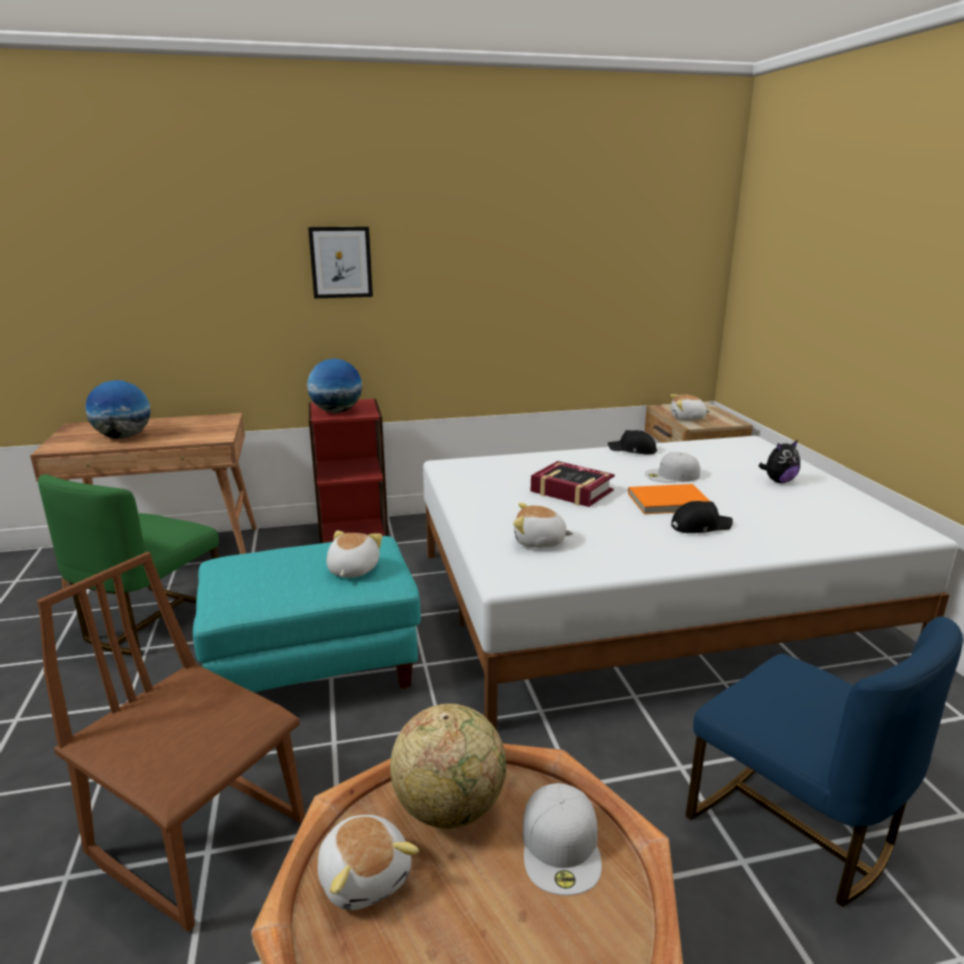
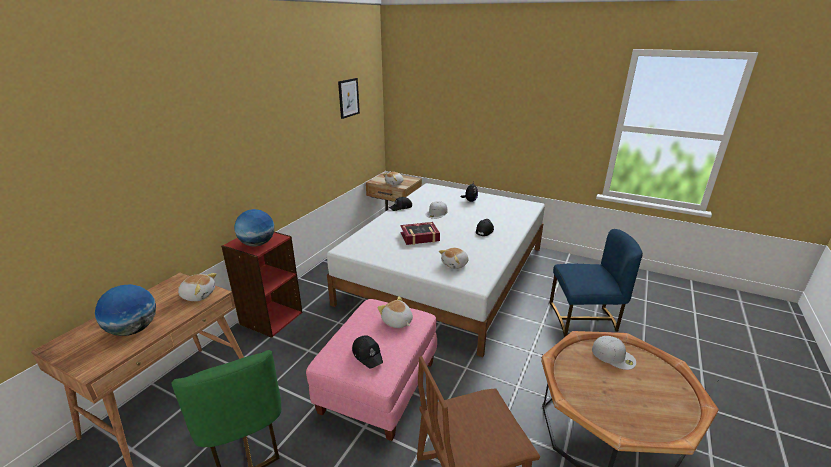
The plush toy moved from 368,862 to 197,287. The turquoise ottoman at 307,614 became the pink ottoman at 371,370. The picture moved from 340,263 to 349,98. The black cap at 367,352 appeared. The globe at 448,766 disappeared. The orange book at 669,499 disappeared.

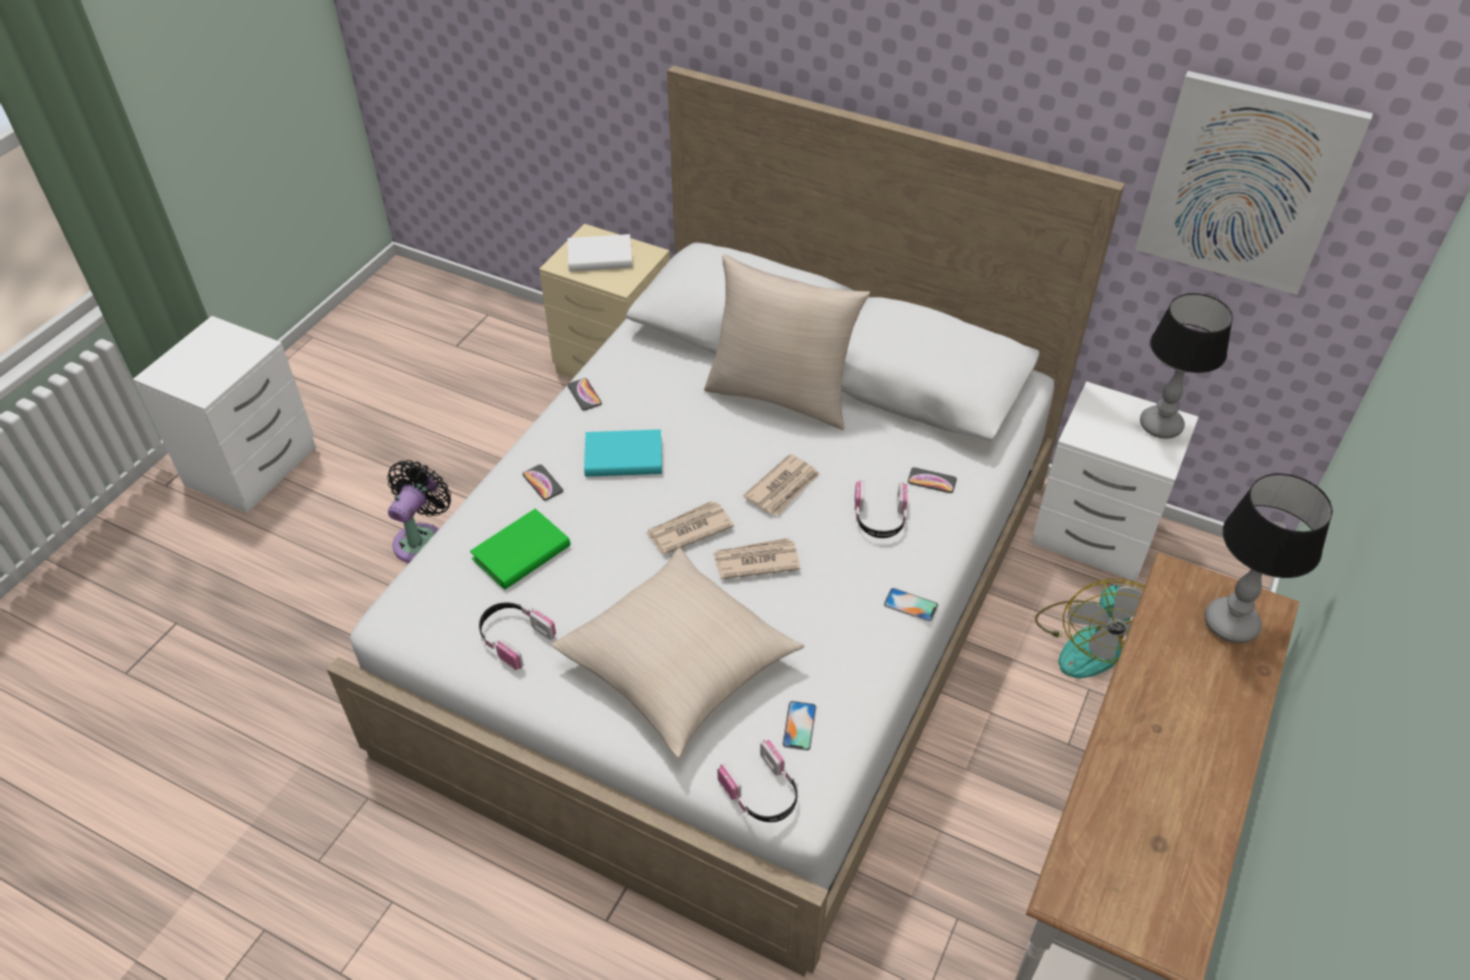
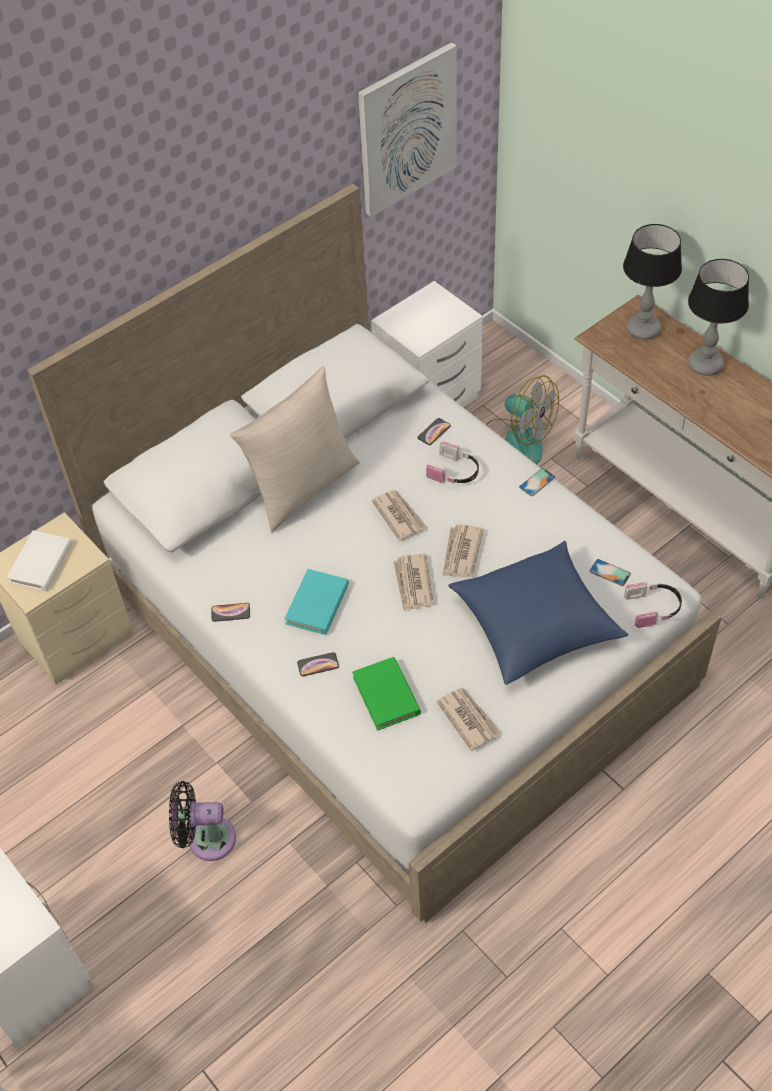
The black fan at 419,511 turned 45 degrees counterclockwise. The headphones at 517,636 was replaced by the newspaper at 468,719. The beige pillow at 678,653 became the blue pillow at 538,613. The table lamp moved from 1186,366 to 718,317.

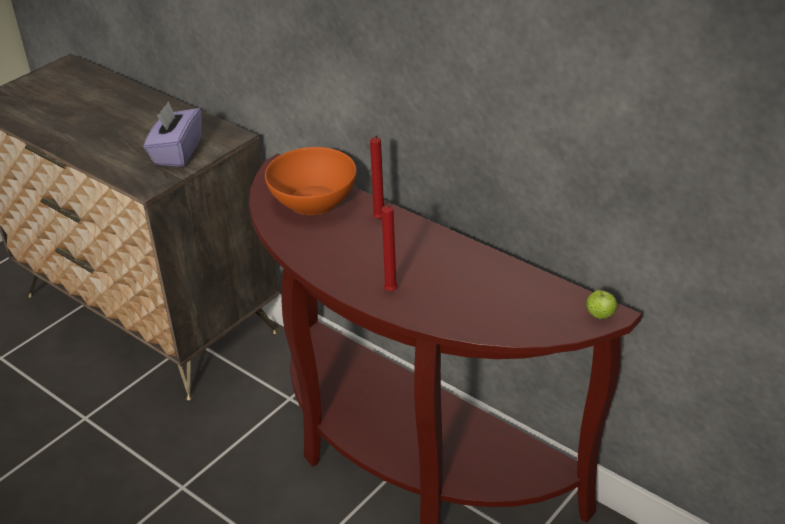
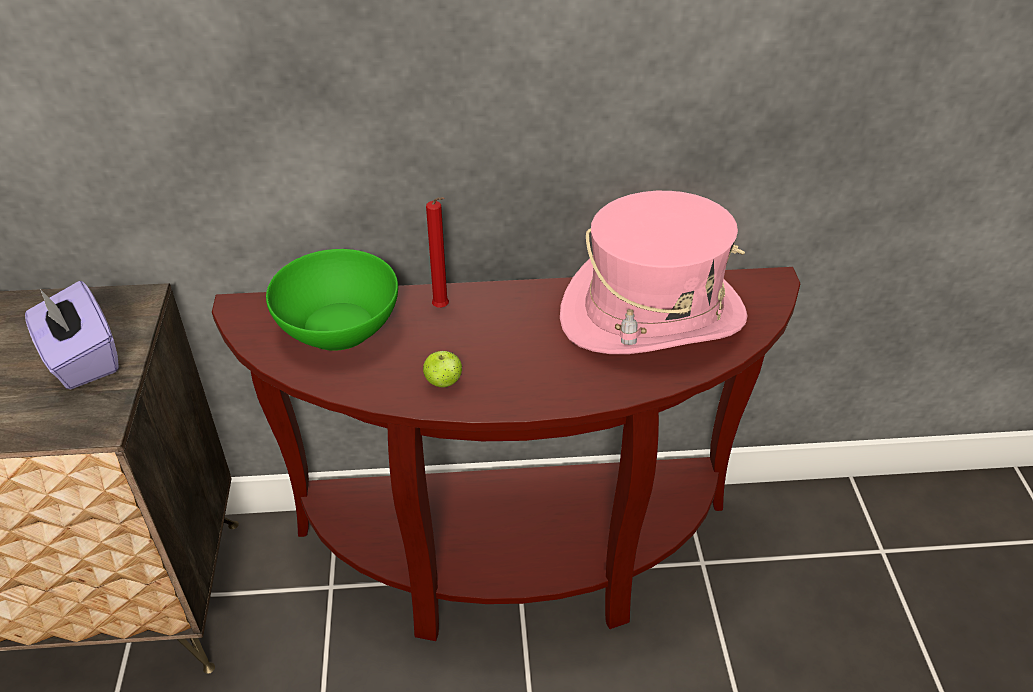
The orange bowl at 311,181 became the green bowl at 332,300. The apple moved from 601,304 to 442,369. The pink hat at 654,272 appeared. The red candle at 390,247 disappeared.

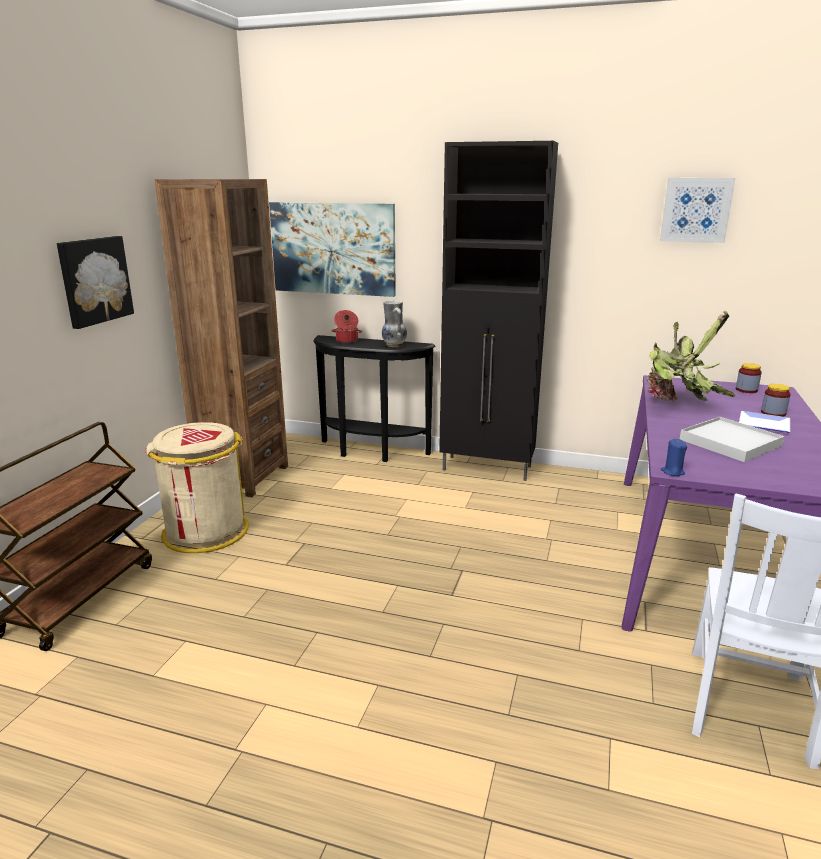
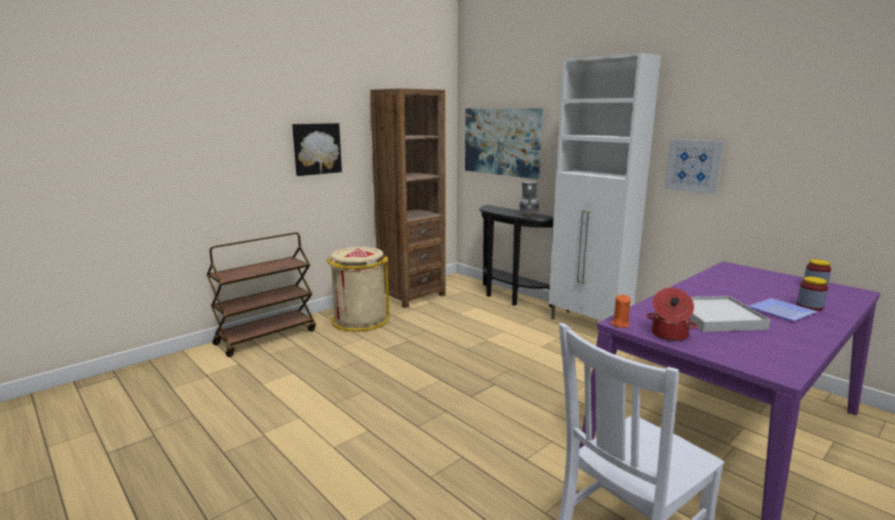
The black cabinet at 498,311 became the white cabinet at 605,187. The blue candle at 674,457 became the orange candle at 621,311. The cooking pot moved from 346,326 to 672,314. The picture moved from 697,210 to 694,166. The potted plant at 691,356 disappeared.

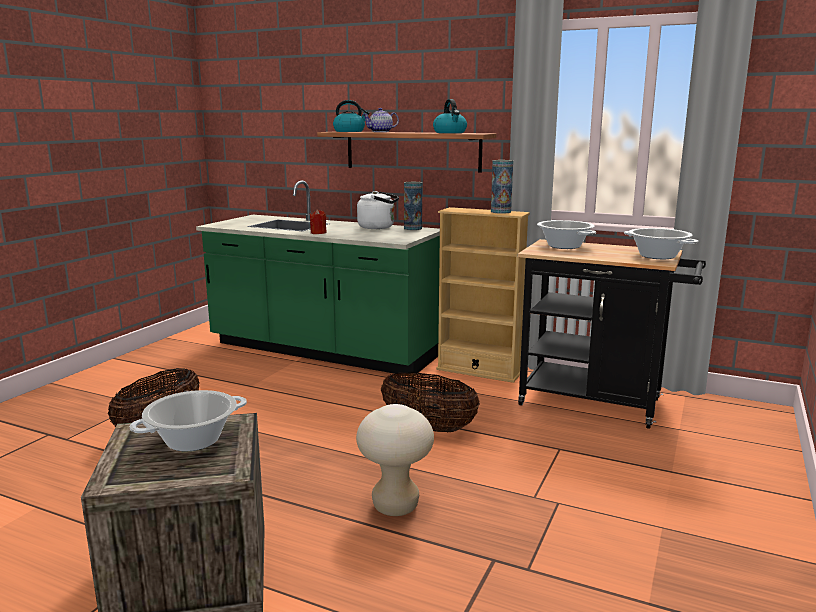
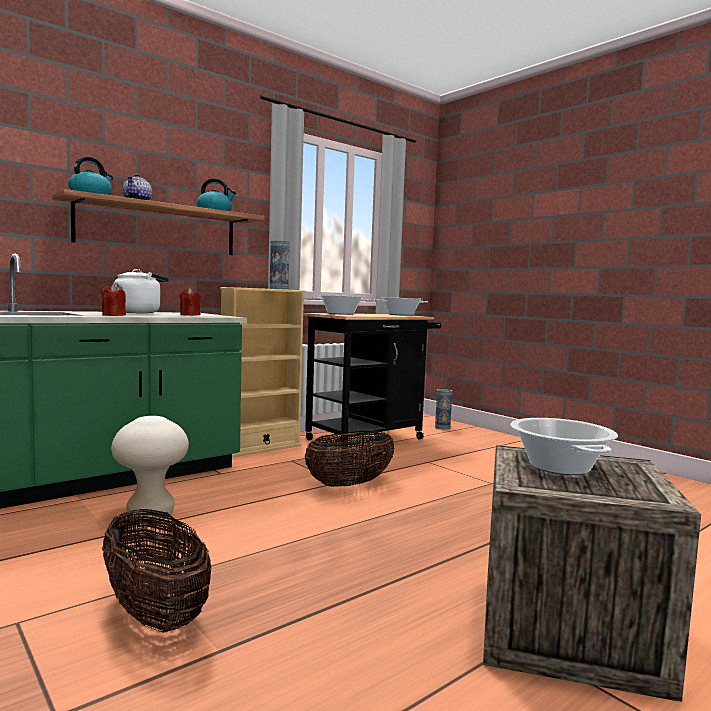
The beige stool moved from 395,460 to 150,468. The red candle at 190,302 appeared. The vase moved from 413,206 to 443,409.

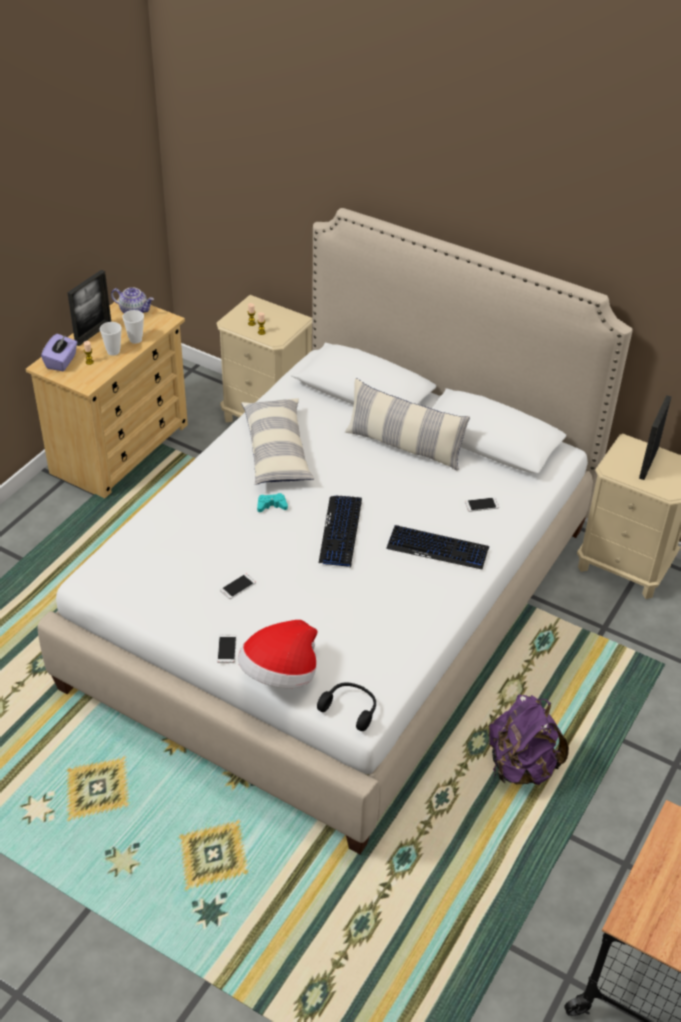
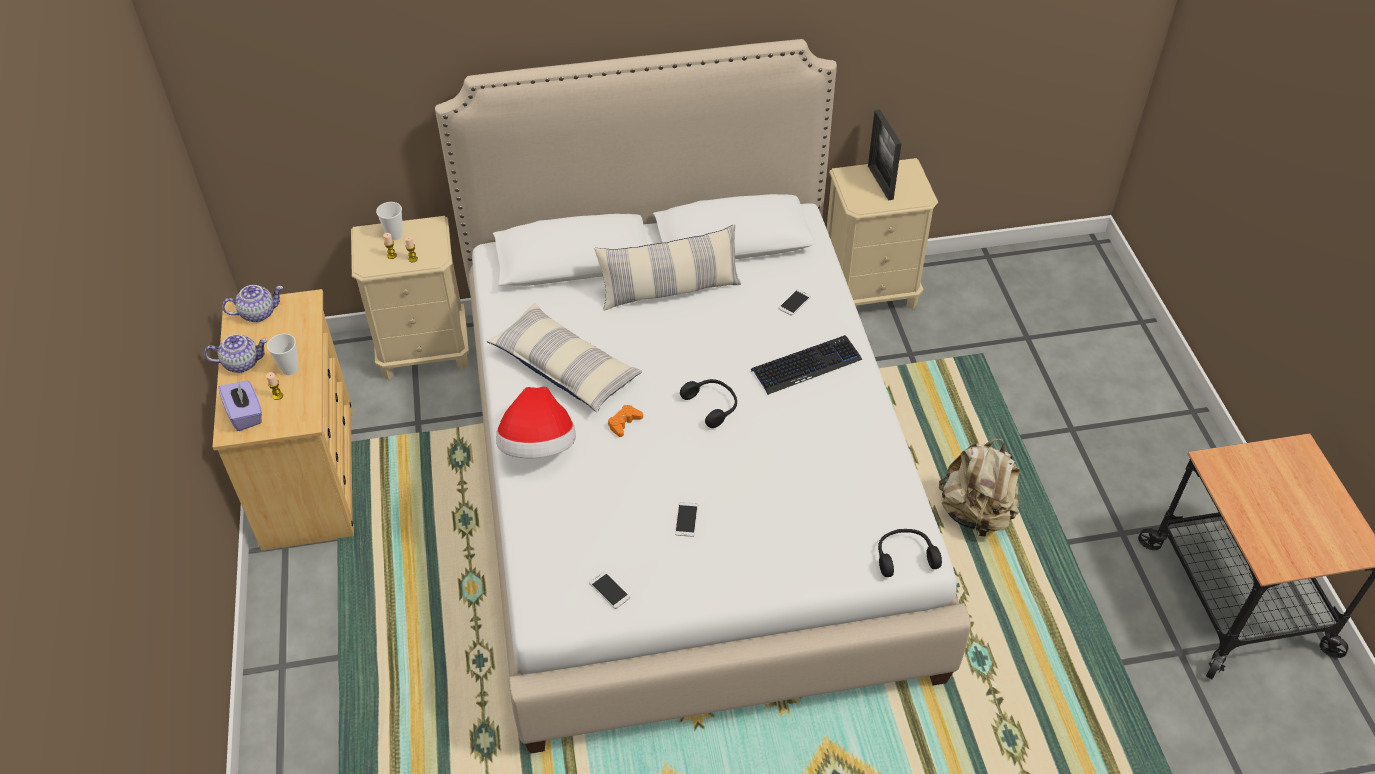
The picture frame at 89,308 was replaced by the teapot at 236,353. The cup moved from 133,327 to 389,221. The hat moved from 278,654 to 536,422. The phone moved from 227,648 to 609,590. The turquoise game controller at 272,502 became the orange game controller at 625,421. The keyboard at 340,531 was replaced by the black headphones at 708,403. The purple backpack at 529,740 became the beige backpack at 979,488.

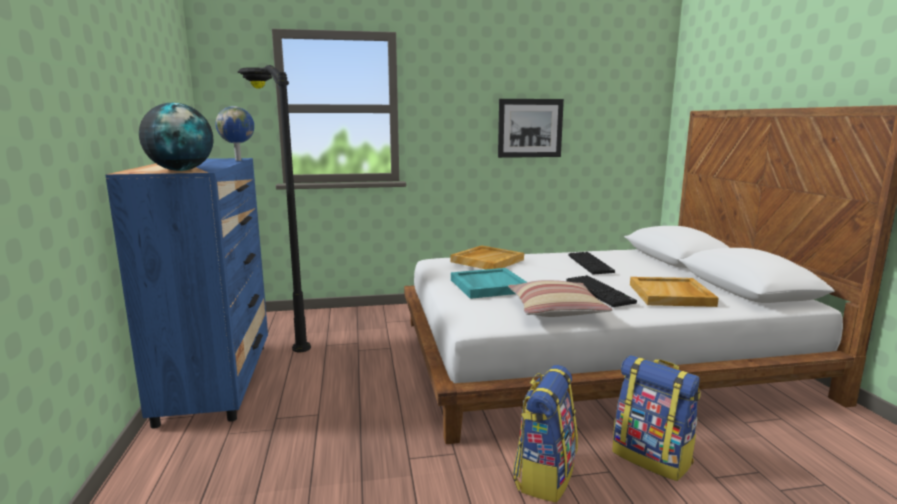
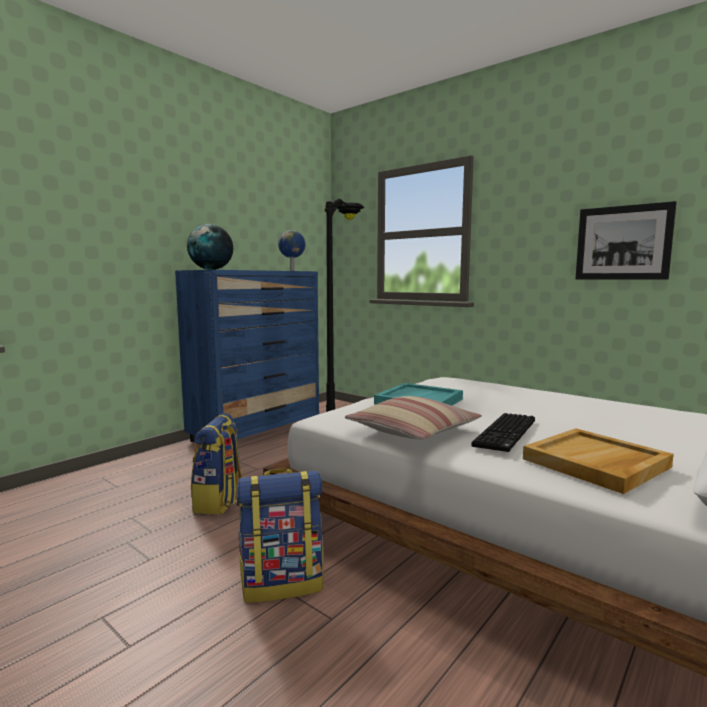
The backpack moved from 656,418 to 216,463. The beige tray at 487,257 disappeared. The keyboard at 592,263 disappeared.

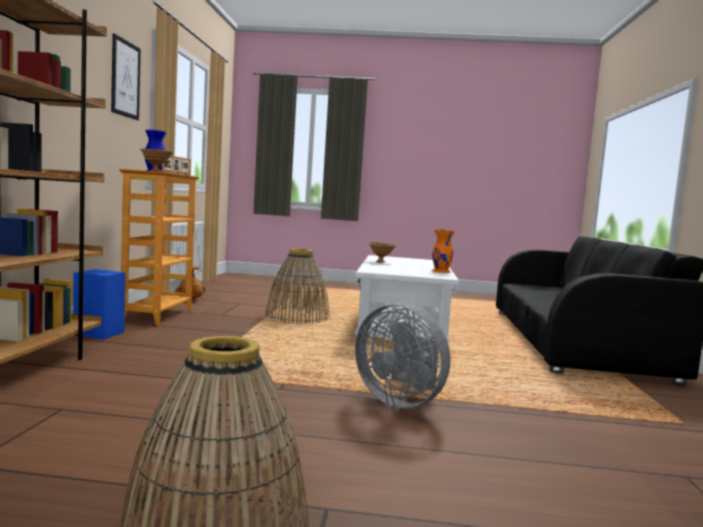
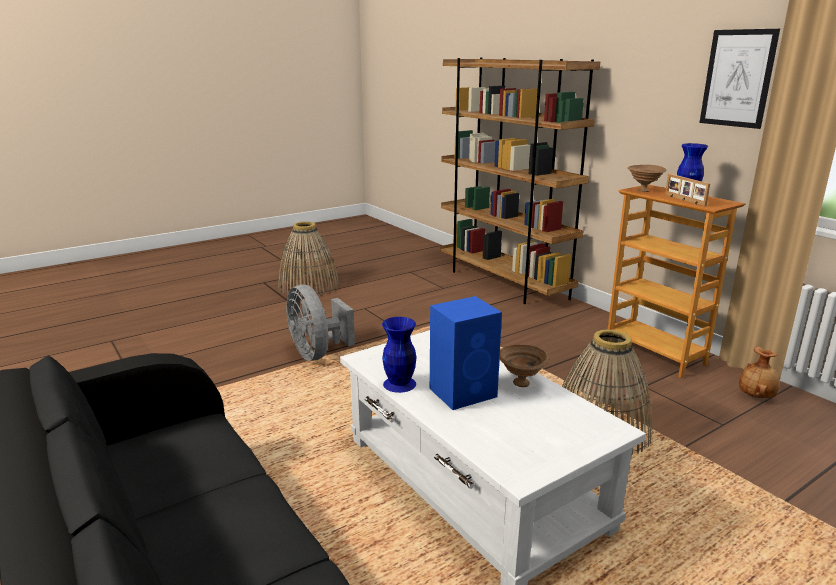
The grey fan at 402,355 turned 120 degrees counterclockwise. The orange vase at 443,251 became the blue vase at 399,355. The blue speaker moved from 99,304 to 466,353.

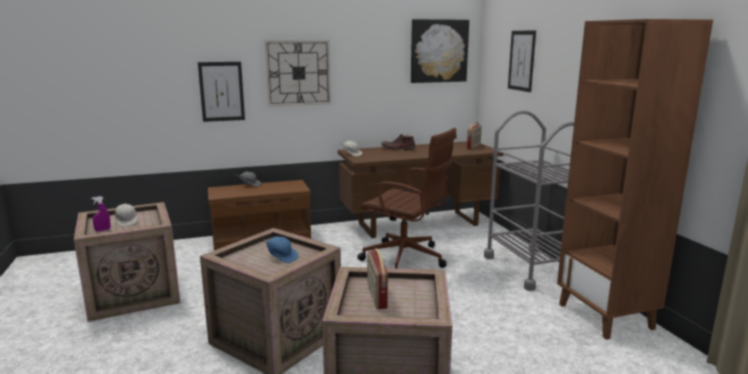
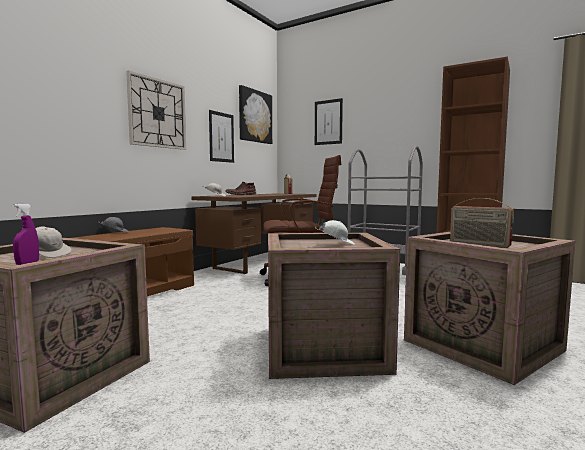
The picture moved from 221,92 to 221,136. The blue cap at 281,249 became the white cap at 335,232.

